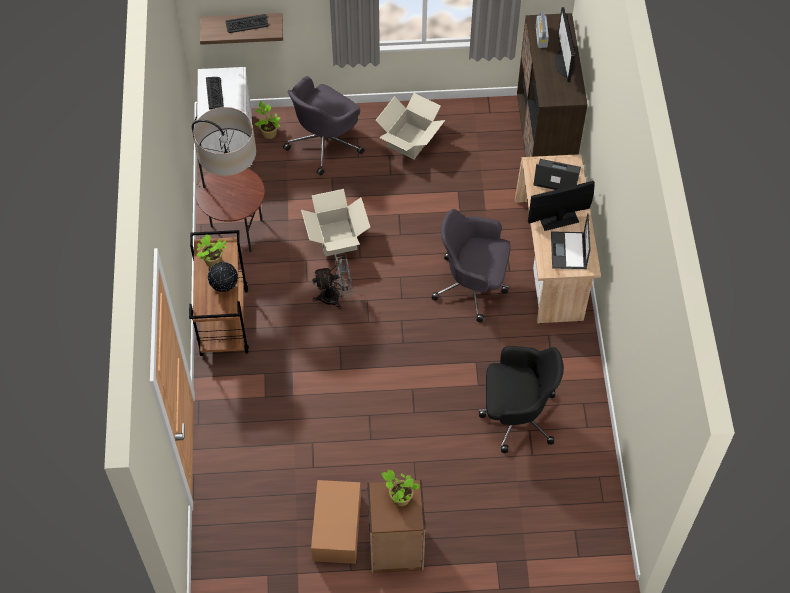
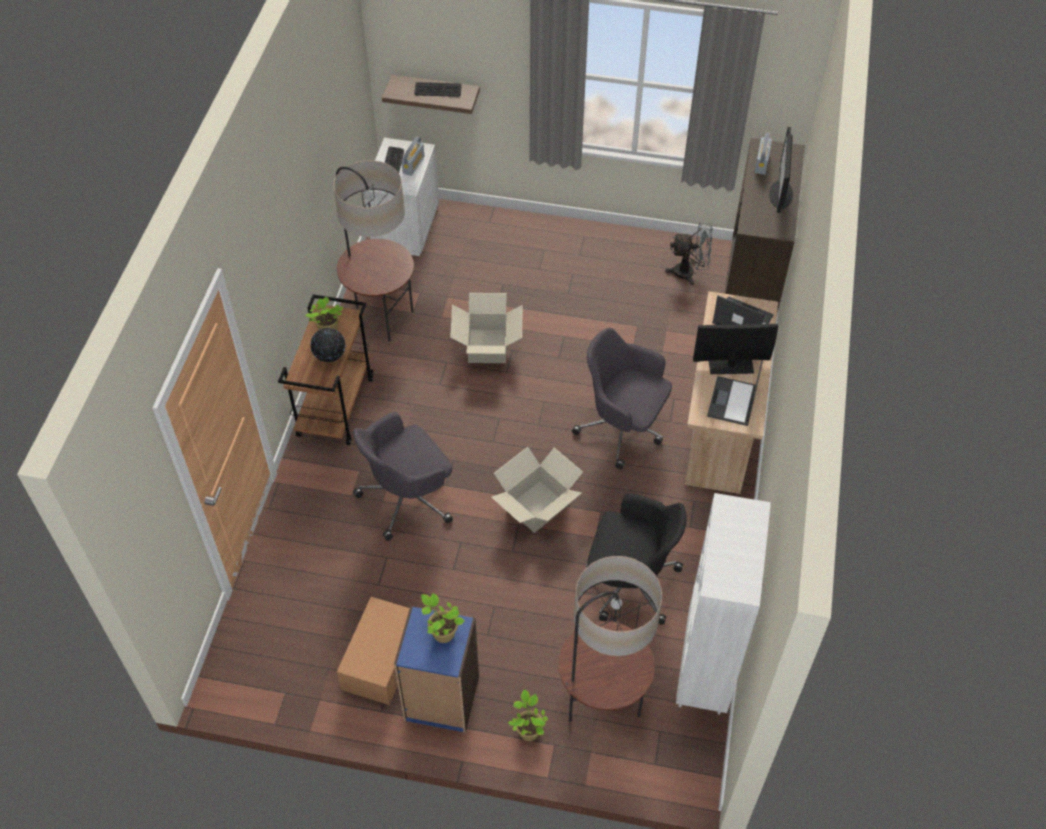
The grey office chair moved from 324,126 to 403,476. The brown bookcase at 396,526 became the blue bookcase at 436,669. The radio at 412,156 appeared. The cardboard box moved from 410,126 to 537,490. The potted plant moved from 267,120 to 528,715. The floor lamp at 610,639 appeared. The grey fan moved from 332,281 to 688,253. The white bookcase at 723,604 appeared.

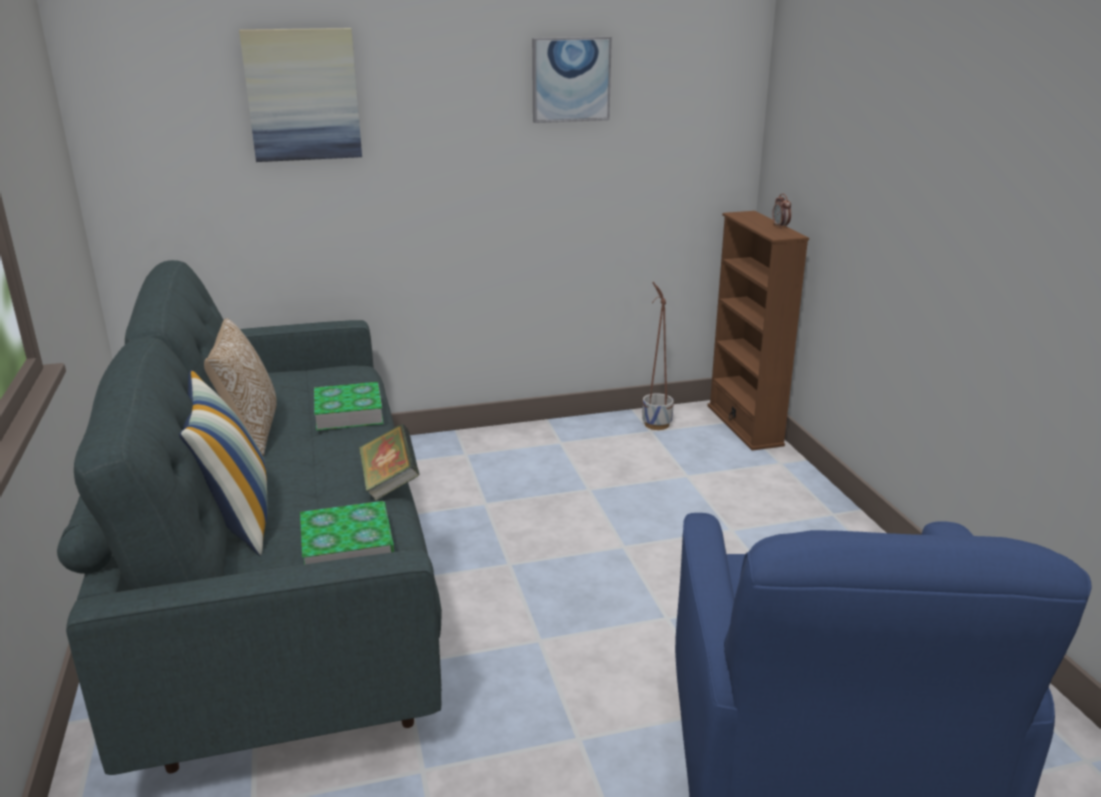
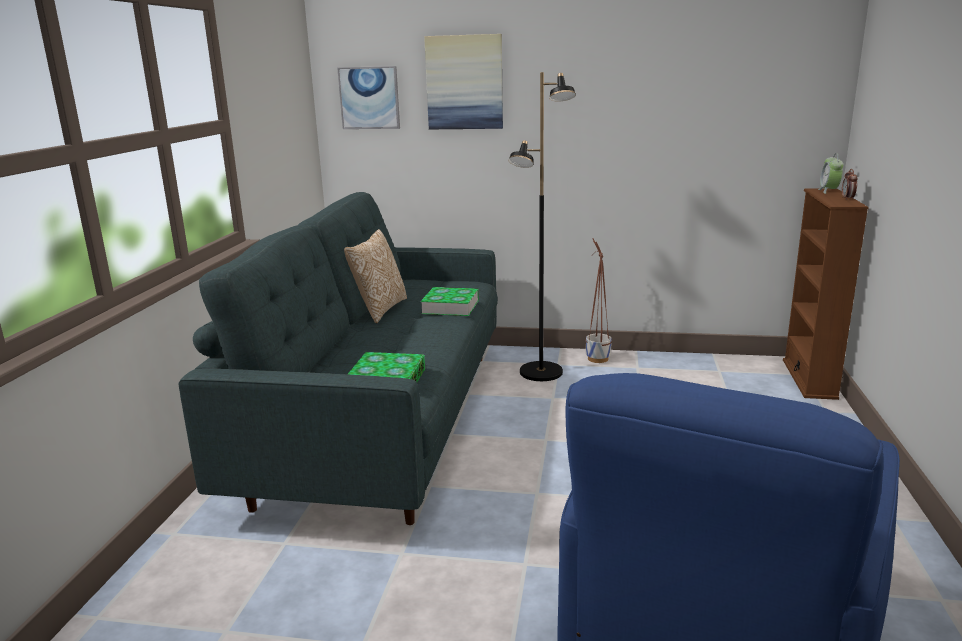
The picture moved from 572,80 to 368,97. The black floor lamp at 542,226 appeared. The planter moved from 658,356 to 599,300. The alarm clock at 830,173 appeared. The pillow at 223,462 disappeared. The book at 389,462 disappeared.

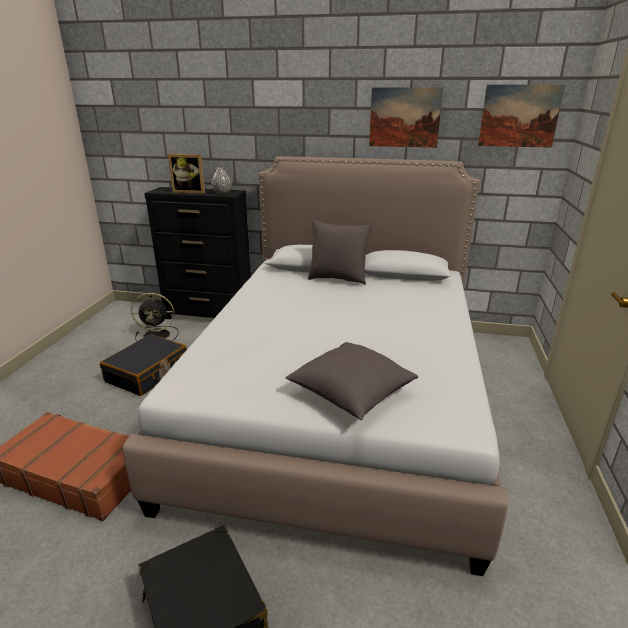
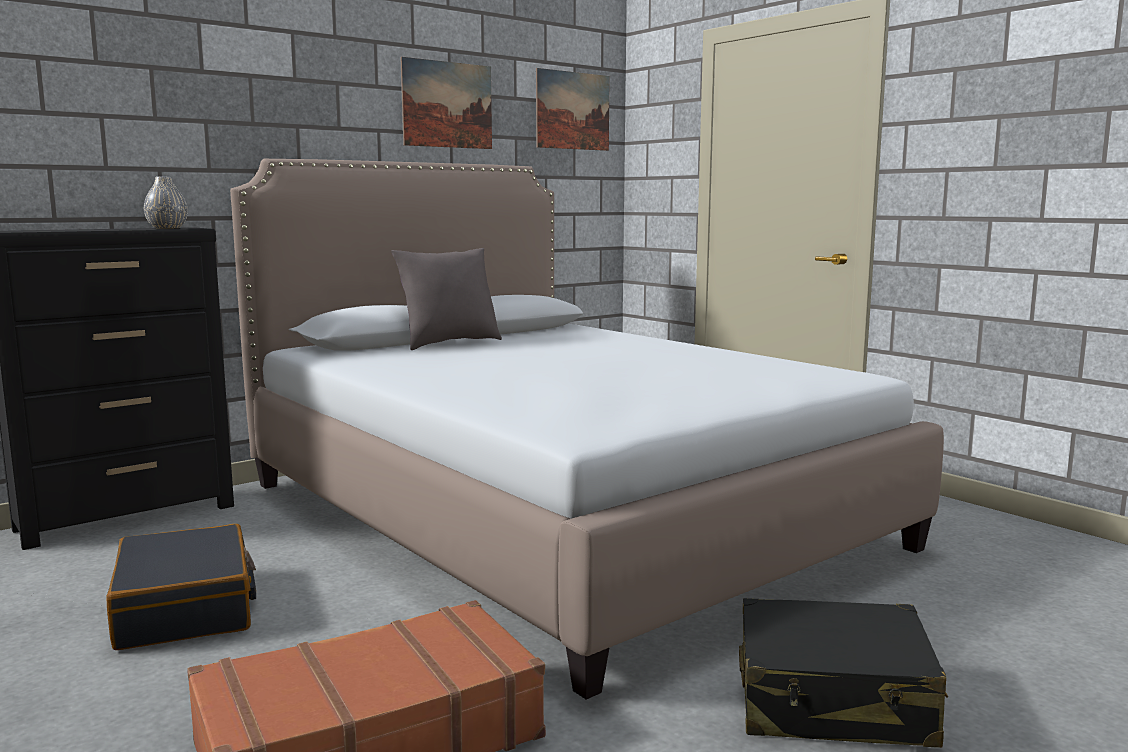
The black fan at 154,317 disappeared. The picture frame at 186,174 disappeared. The grey pillow at 352,381 disappeared.

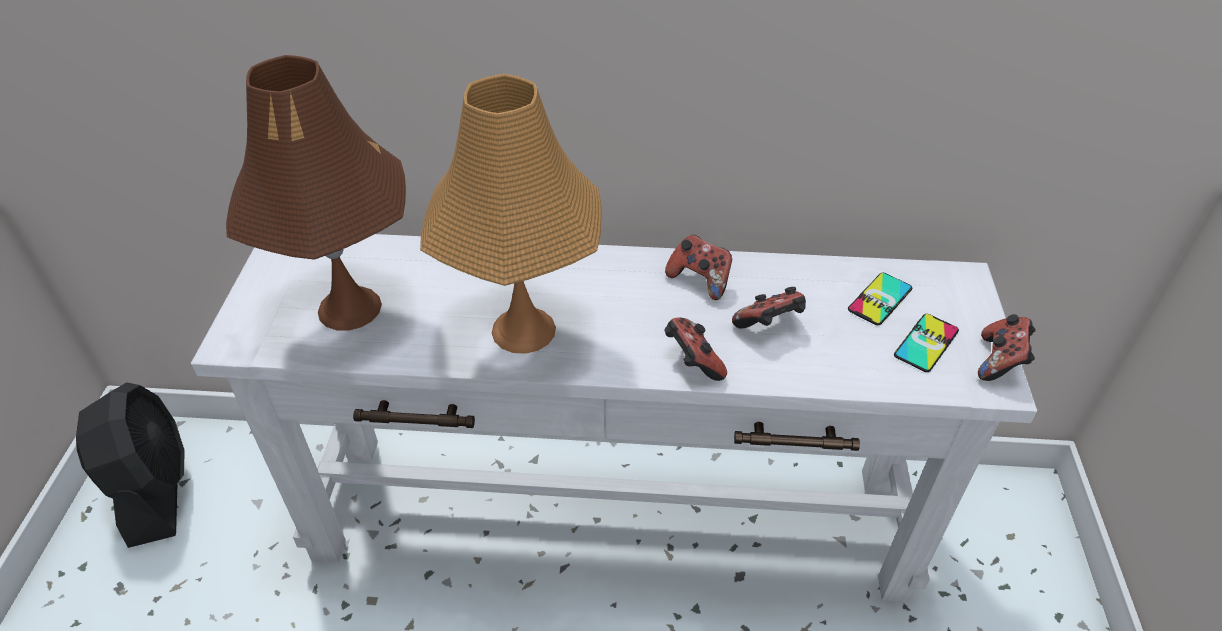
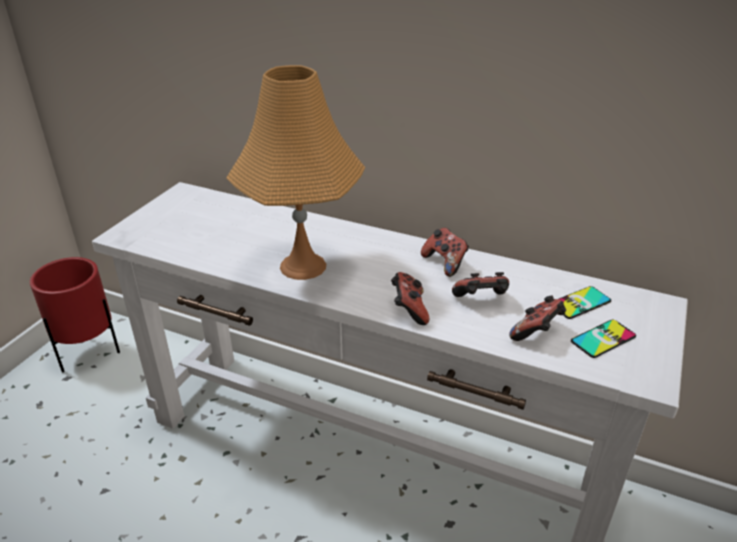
The black fan at 130,465 was replaced by the red planter at 75,314. The game controller moved from 1007,347 to 537,318. The brown table lamp at 316,192 disappeared.

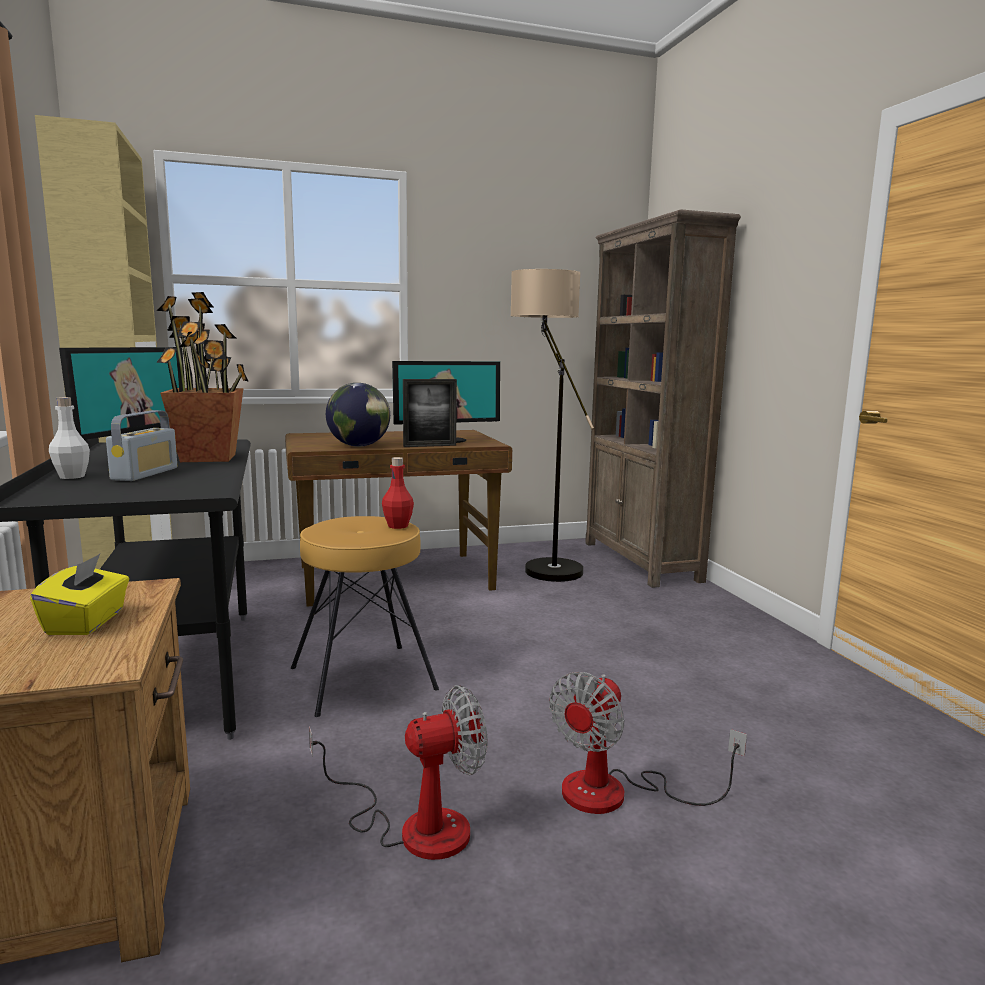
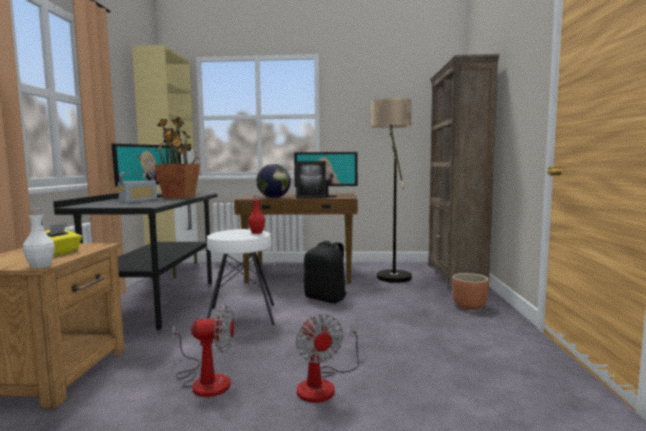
The white bottle moved from 69,438 to 39,239. The brown stool at 365,616 became the white stool at 241,277. The fan at 648,743 turned 75 degrees counterclockwise. The black backpack at 325,272 appeared. The brown planter at 470,291 appeared.

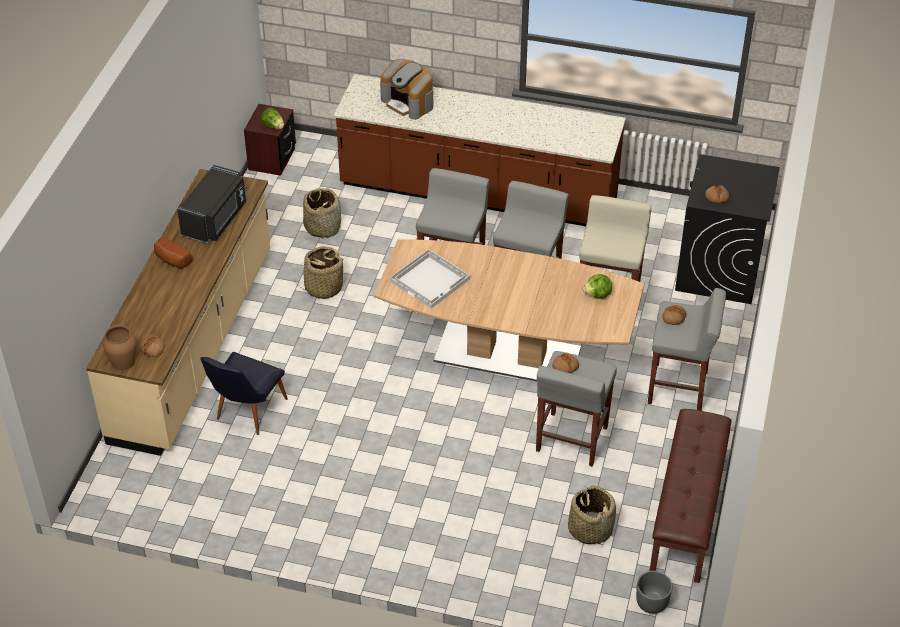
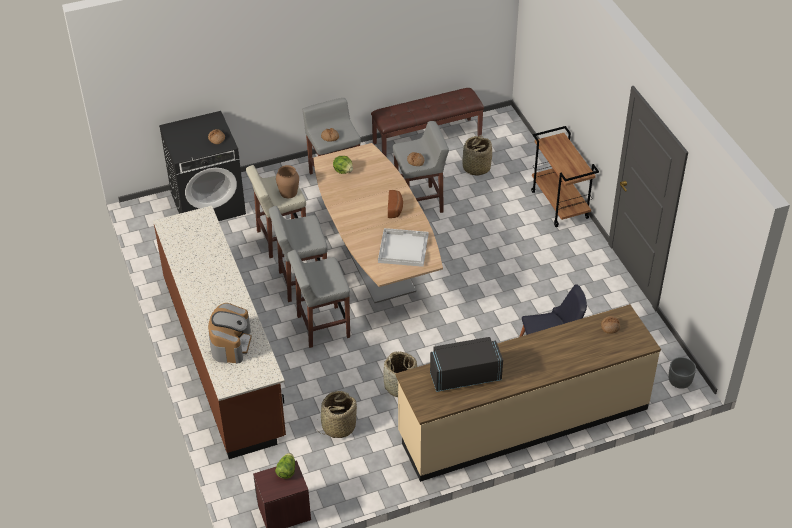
The brown vase moved from 119,347 to 287,181. The bread moved from 173,252 to 395,204. The brown cart at 565,176 appeared. The grey planter moved from 654,592 to 682,373.

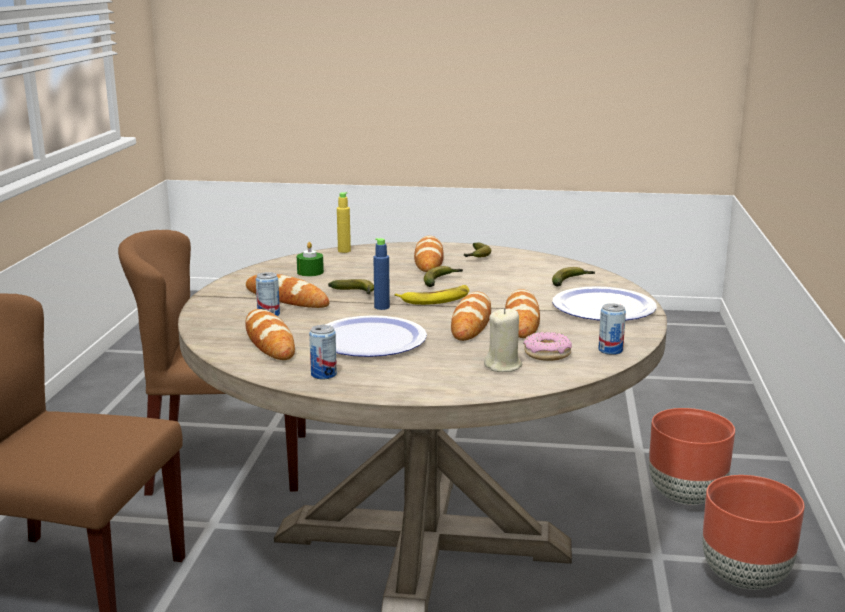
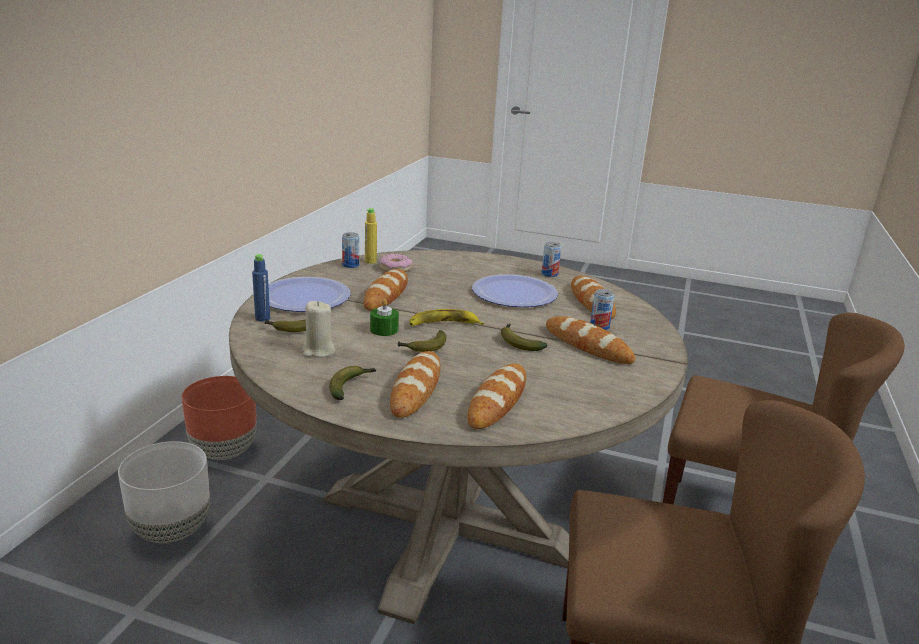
The brown planter at 692,456 became the white planter at 164,492. The blue bottle moved from 381,274 to 261,287. The beige candle moved from 503,340 to 318,329. The yellow bottle moved from 344,222 to 371,236. The green candle moved from 310,259 to 384,317. The bread moved from 471,316 to 497,396.

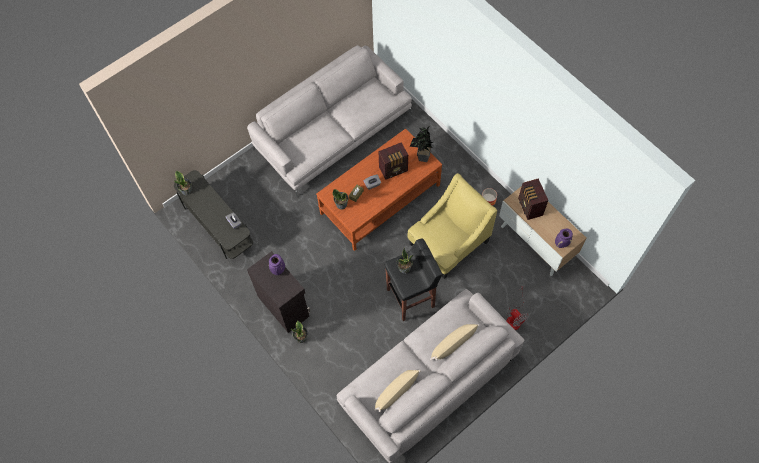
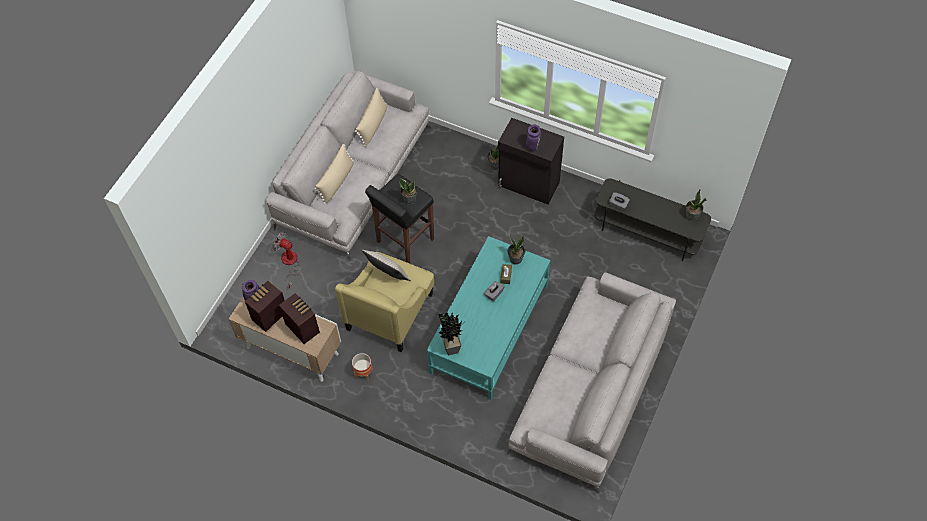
The radio moved from 393,161 to 265,306. The beige pillow at 386,265 appeared. The brown coffee table at 379,190 became the turquoise coffee table at 489,318.

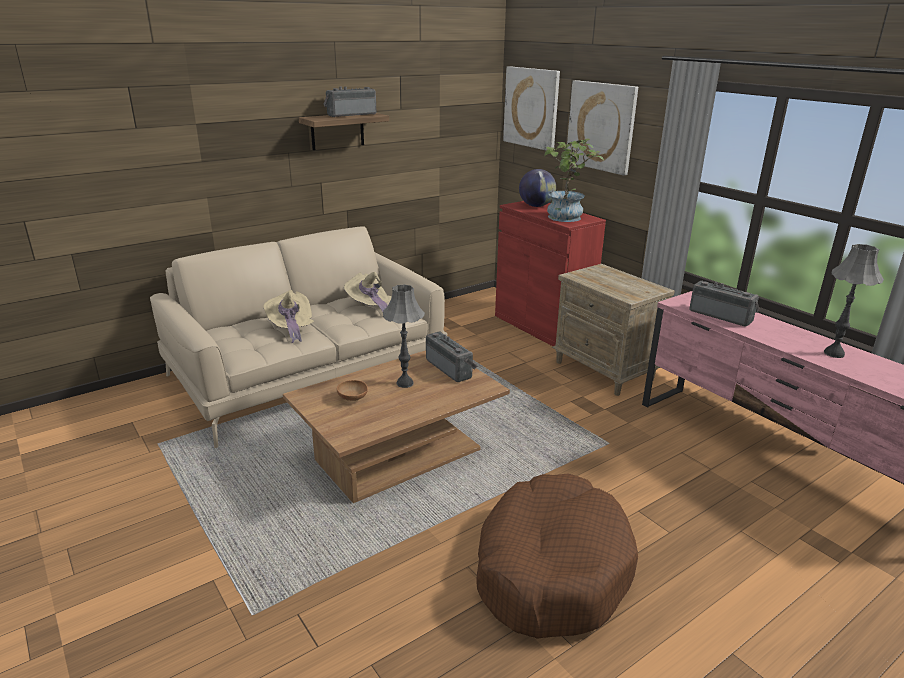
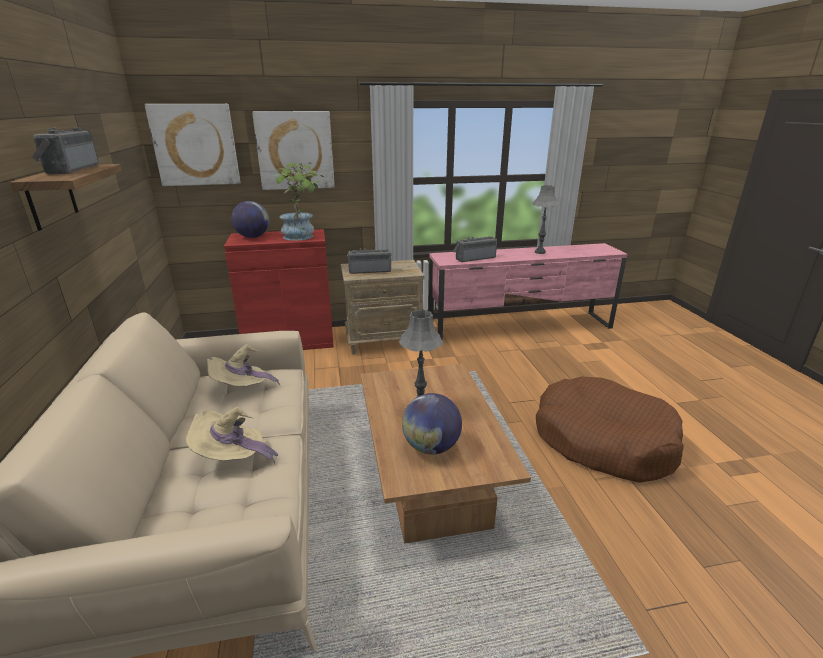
The radio moved from 451,357 to 369,261. The brown bowl at 352,390 was replaced by the globe at 432,423.

